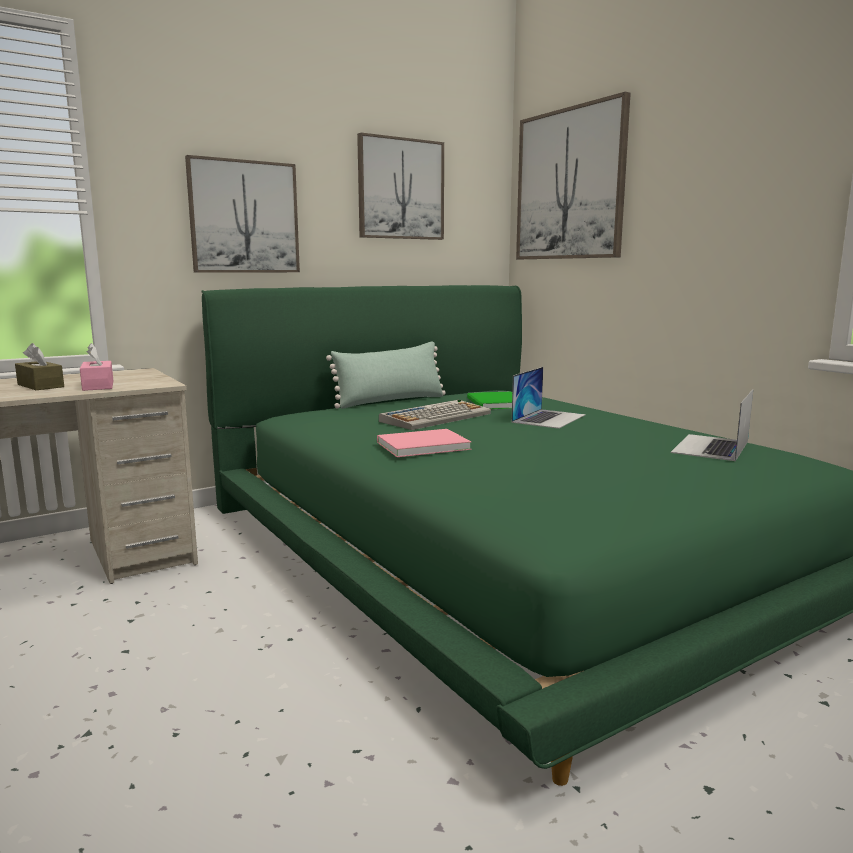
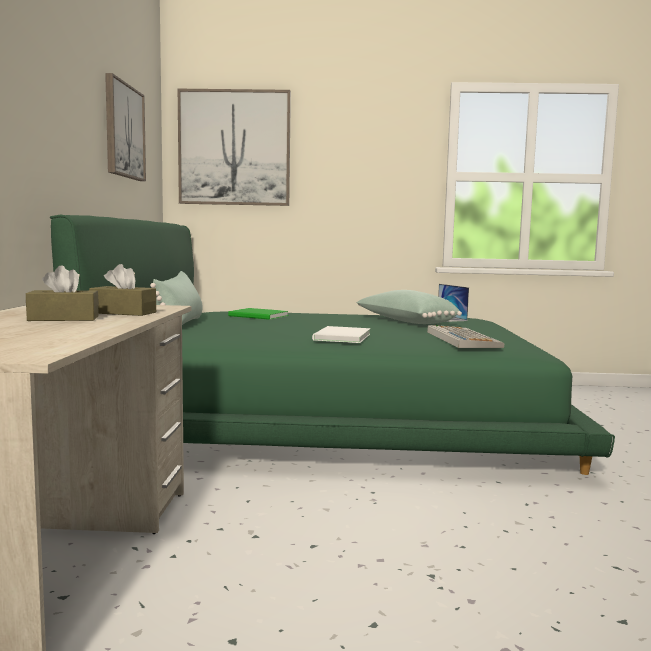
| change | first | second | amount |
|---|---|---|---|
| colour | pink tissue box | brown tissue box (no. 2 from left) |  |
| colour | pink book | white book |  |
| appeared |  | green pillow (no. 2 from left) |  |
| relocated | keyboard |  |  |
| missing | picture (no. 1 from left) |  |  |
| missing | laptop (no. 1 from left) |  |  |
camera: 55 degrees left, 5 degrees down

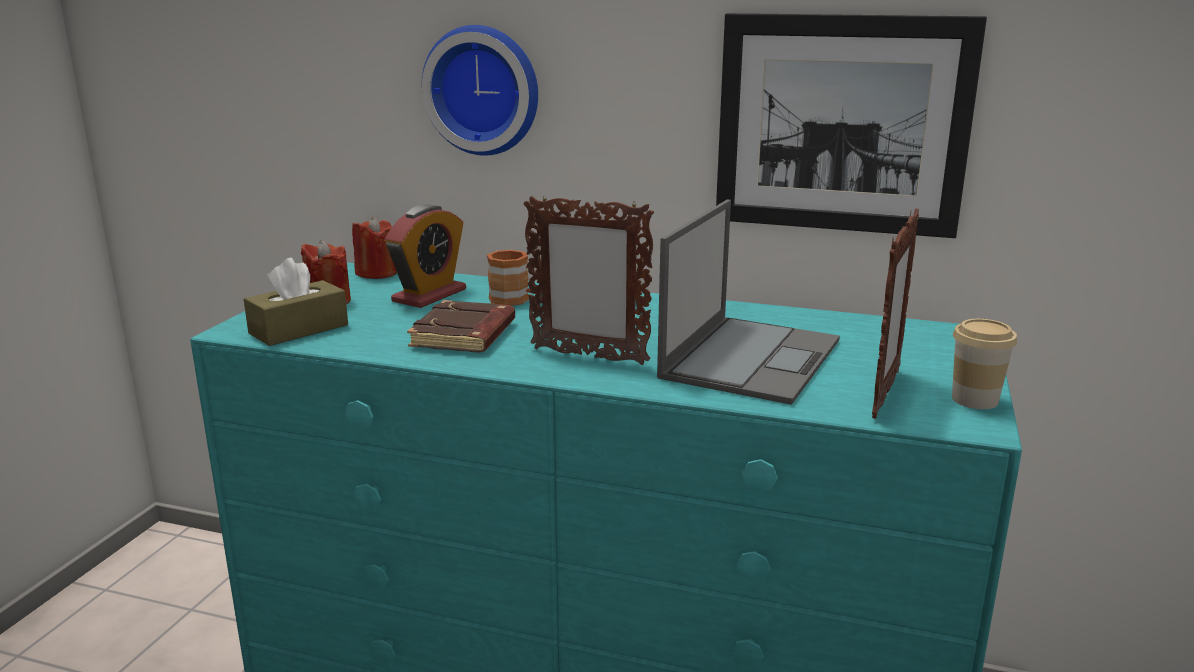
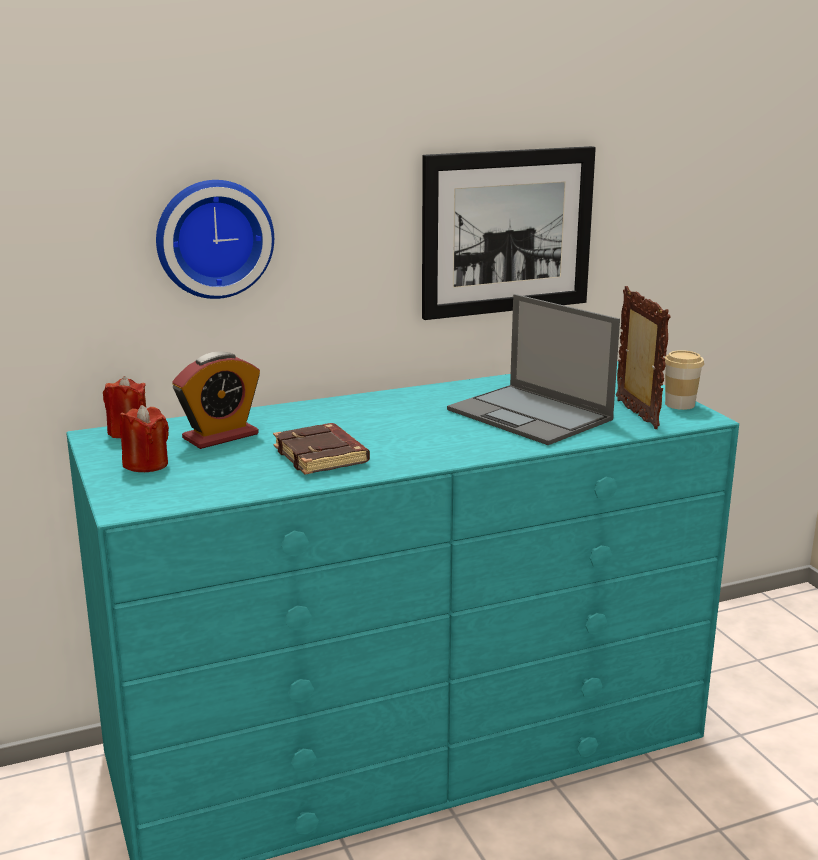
| change | first | second | amount |
|---|---|---|---|
| spun | alarm clock |  | 60 degrees clockwise |
| spun | laptop |  | 150 degrees clockwise |
| missing | brown tissue box |  |  |
| missing | brown mug |  |  |
| missing | picture frame (no. 1 from left) |  |  |
camera: 40 degrees left, 0 degrees up

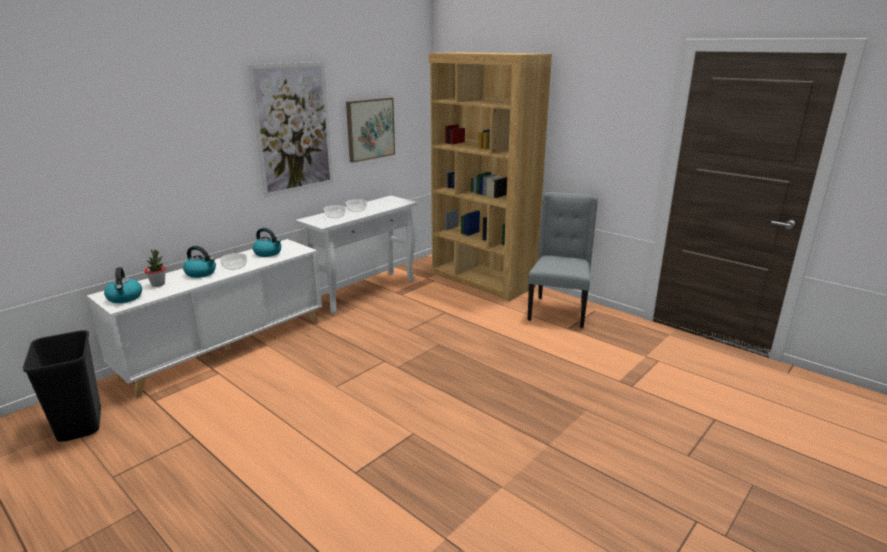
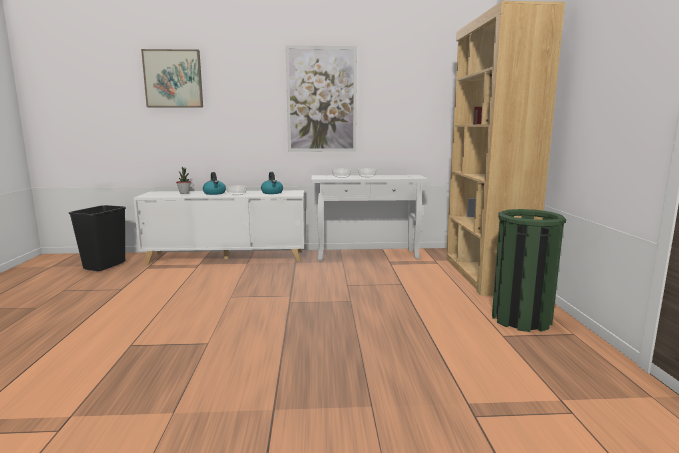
| change | first | second | amount |
|---|---|---|---|
| relocated | picture (no. 2 from left in the first image) | picture (no. 1 from left) |  |
| exchanged | grey chair | green trash can |  |
| missing | kettle (no. 1 from left) |  |  |
camera: 45 degrees right, 10 degrees down

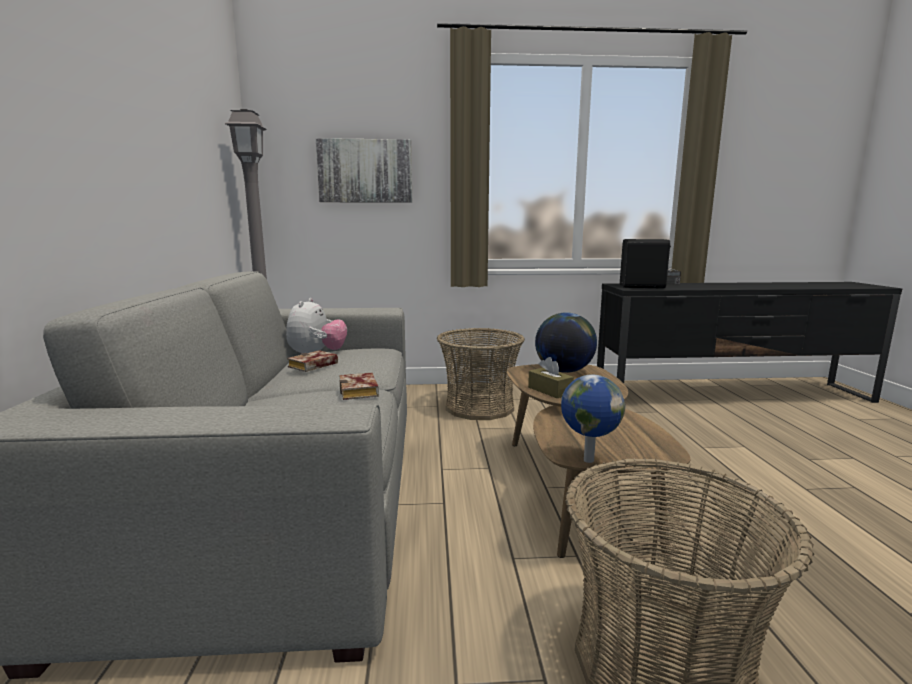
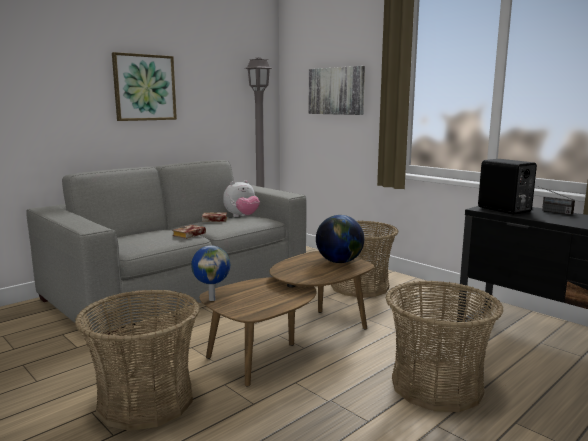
| change | first | second | amount |
|---|---|---|---|
| appeared |  | picture (no. 1 from left) |  |
| appeared |  | basket (no. 3 from left) |  |
| missing | brown tissue box |  |  |
camera: 50 degrees right, 0 degrees up

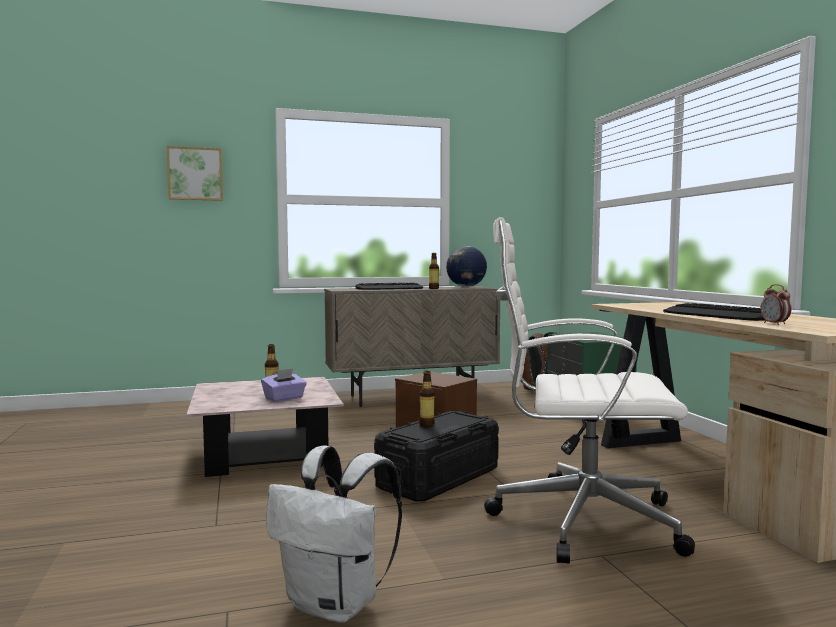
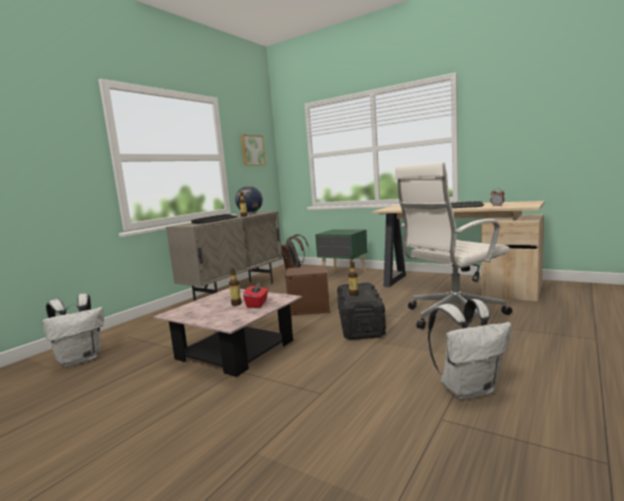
| change | first | second | amount |
|---|---|---|---|
| appeared |  | white backpack (no. 1 from left) |  |
| relocated | picture |  |  |
| colour | purple tissue box | red tissue box |  |
camera: 40 degrees left, 5 degrees up

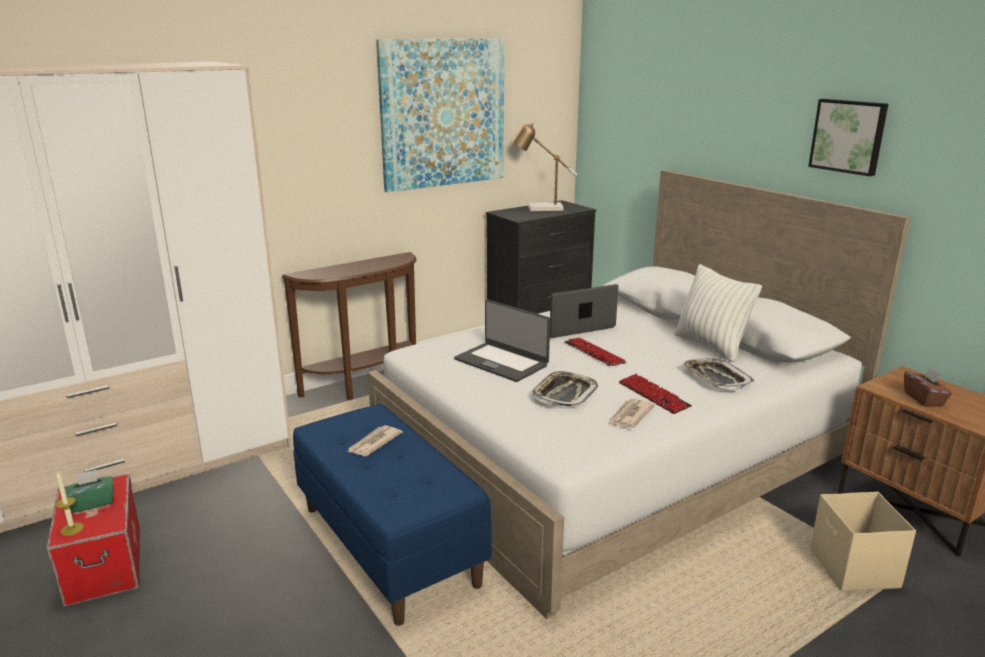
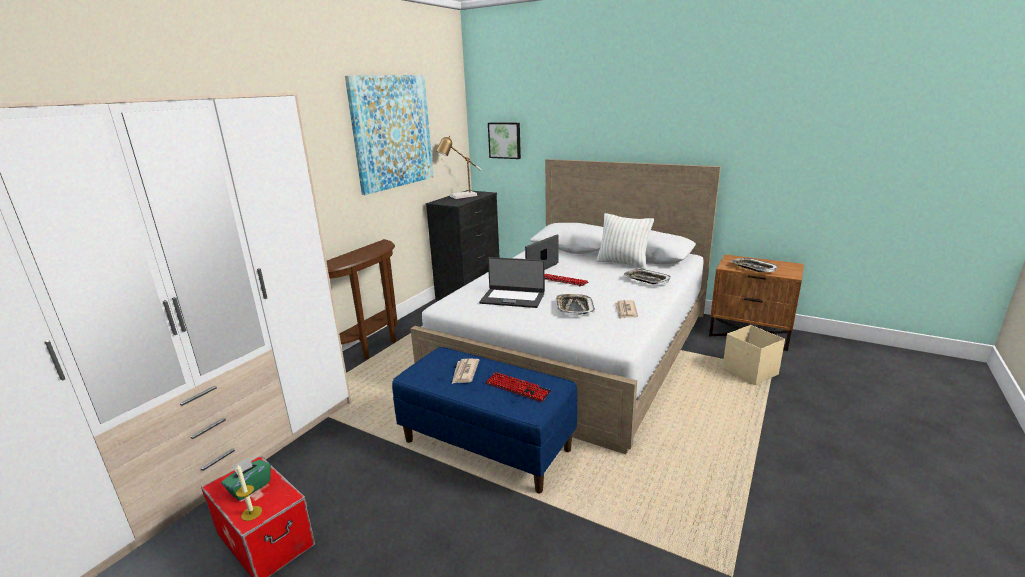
| change | first | second | amount |
|---|---|---|---|
| relocated | keyboard (no. 2 from left in the first image) | keyboard (no. 1 from left) |  |
| relocated | picture (no. 2 from left) |  |  |
| exchanged | brown tissue box | tray (no. 3 from left) |  |
camera: 25 degrees left, 0 degrees up

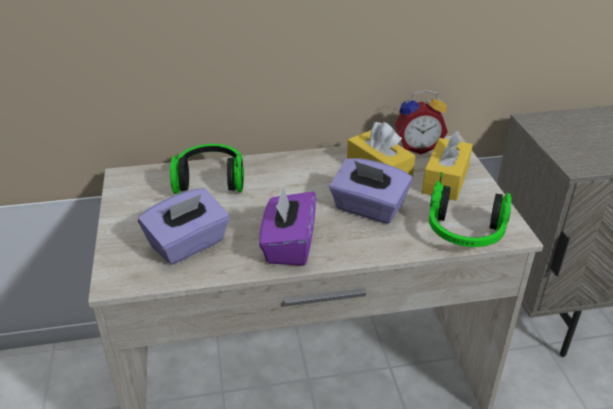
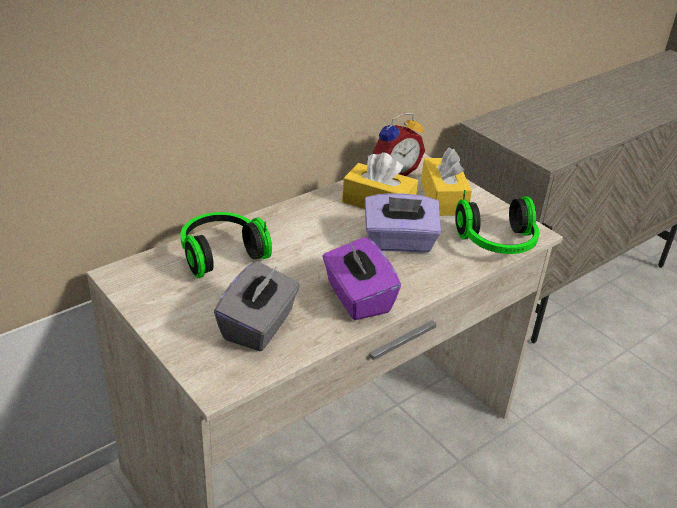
| change | first | second | amount |
|---|---|---|---|
| colour | purple tissue box (no. 1 from left) | grey tissue box |  |
camera: 30 degrees left, 0 degrees up

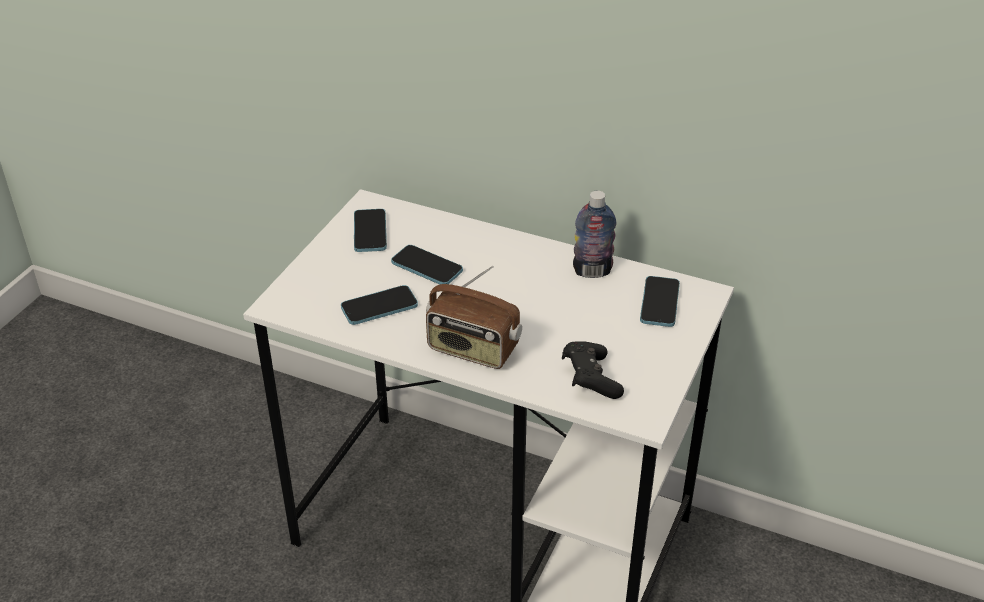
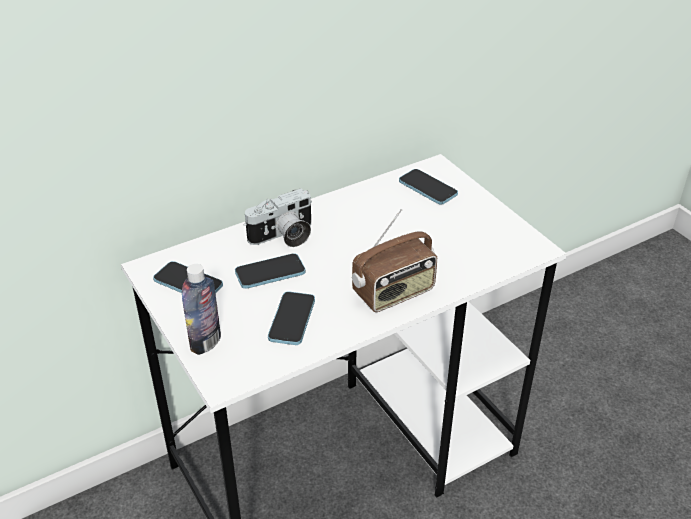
| change | first | second | amount |
|---|---|---|---|
| relocated | bottle |  |  |
| appeared |  | photo camera |  |
| missing | black game controller |  |  |
camera: 55 degrees left, 0 degrees up

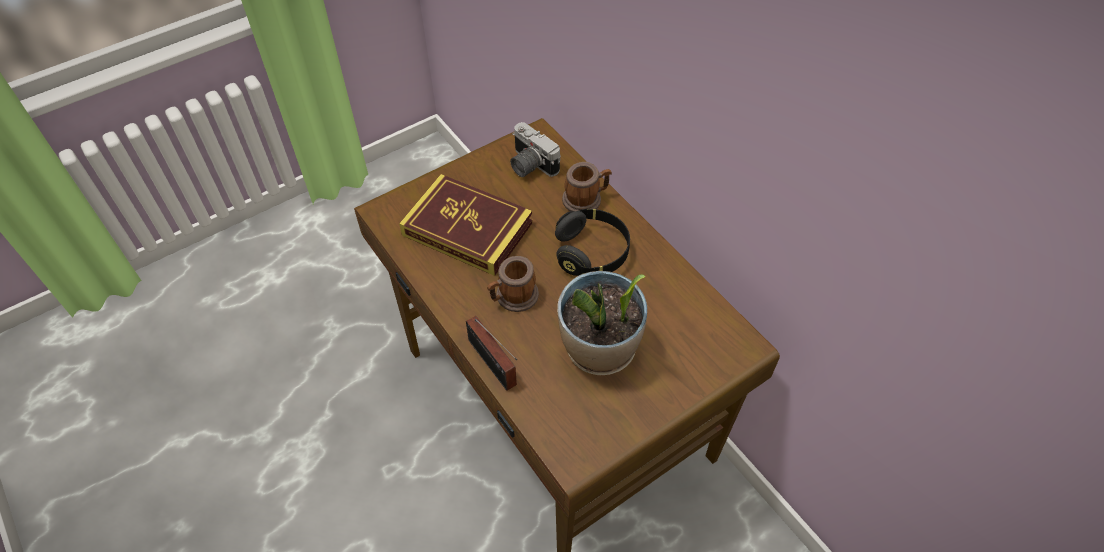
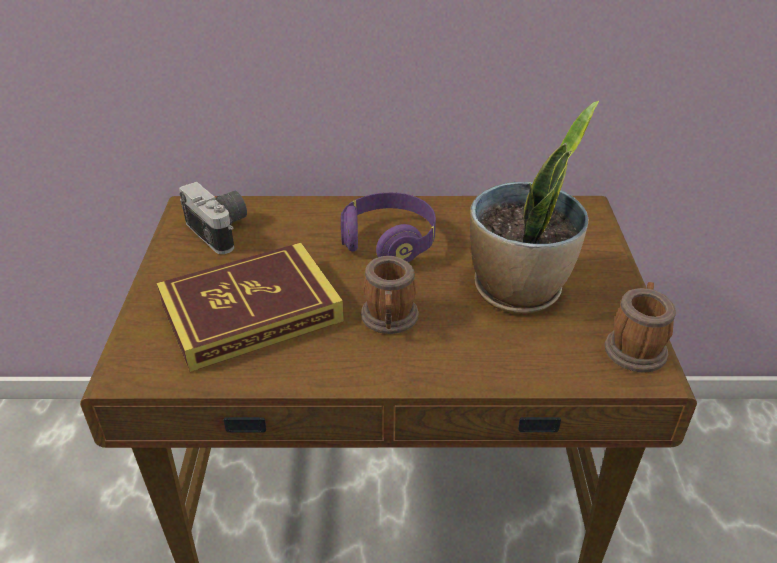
| change | first | second | amount |
|---|---|---|---|
| spun | photo camera |  | 120 degrees counterclockwise |
| colour | black headphones | purple headphones |  |
| relocated | mug (no. 2 from left) |  |  |
| missing | radio |  |  |
camera: 55 degrees left, 15 degrees down

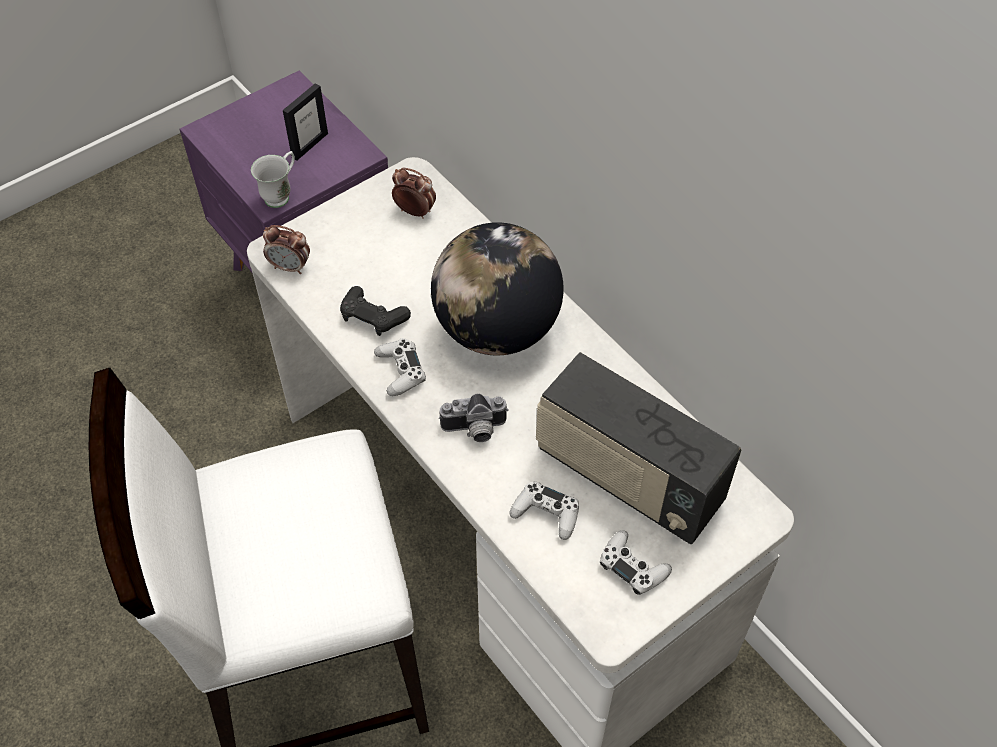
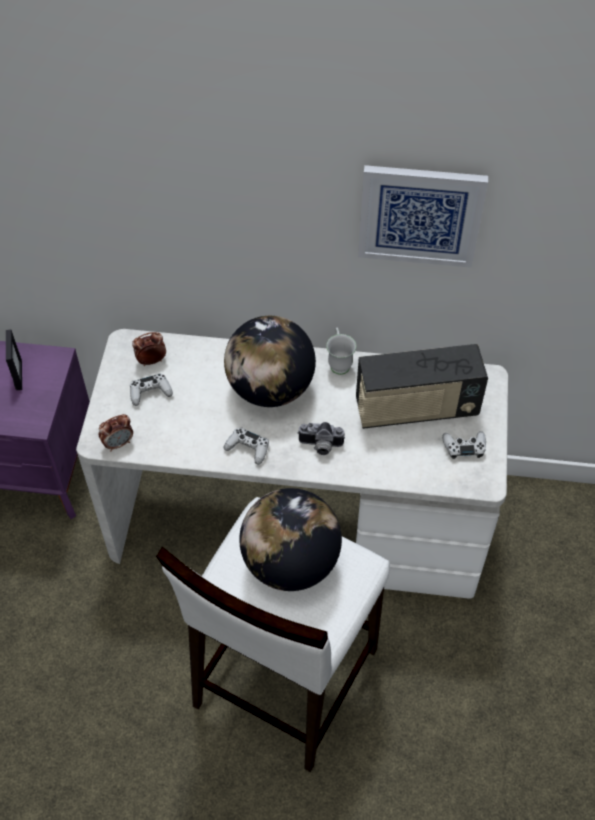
| change | first | second | amount |
|---|---|---|---|
| relocated | white game controller (no. 2 from left in the first image) | white game controller (no. 1 from left) |  |
| appeared |  | globe (no. 2 from left) |  |
| spun | photo camera |  | 60 degrees clockwise |
| relocated | white mug |  |  |
| appeared |  | picture |  |
| missing | black game controller |  |  |
camera: 45 degrees left, 0 degrees up

